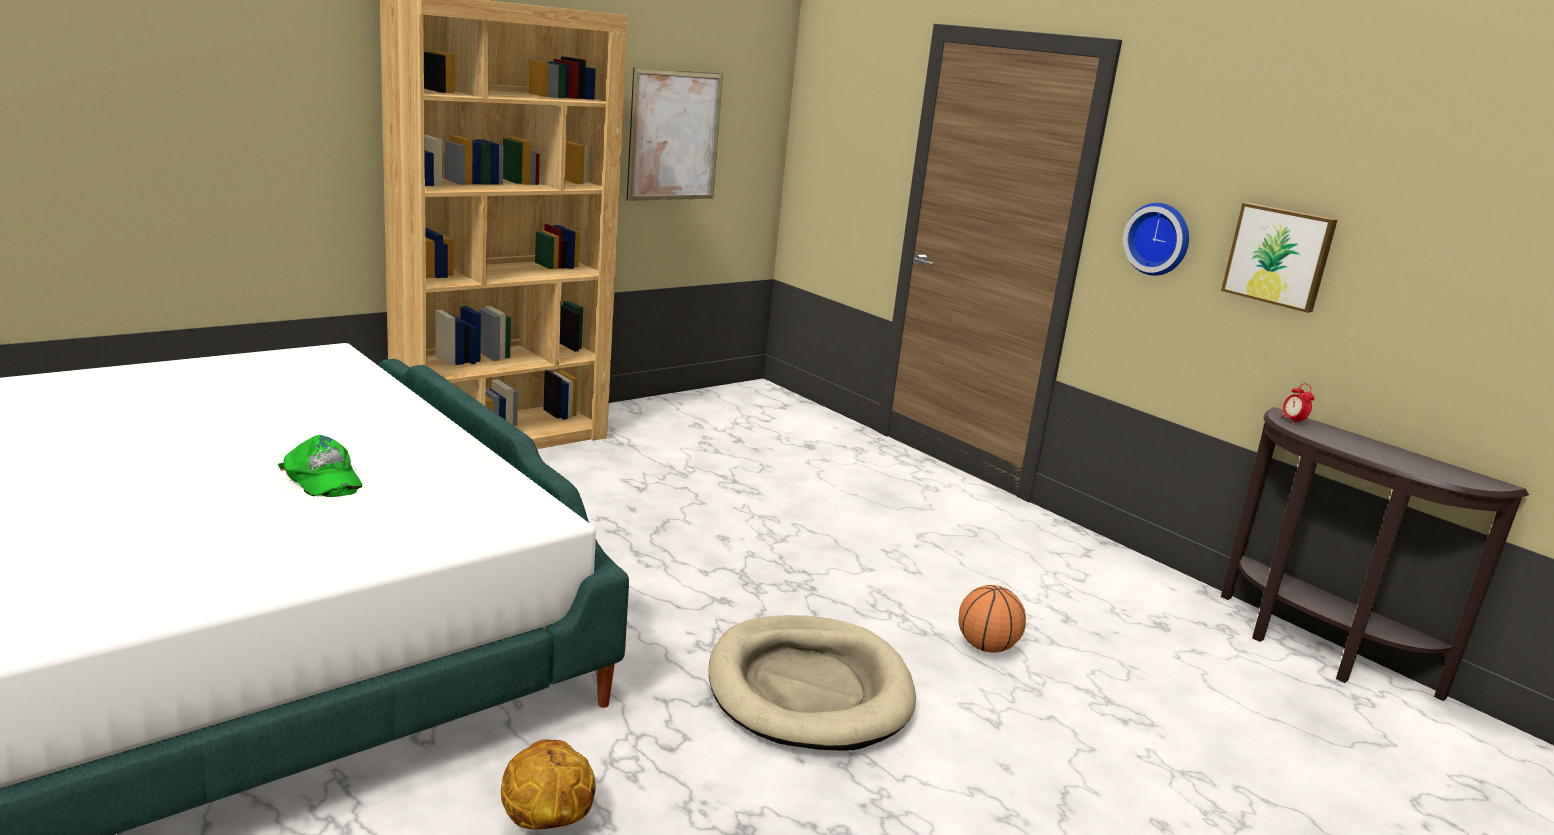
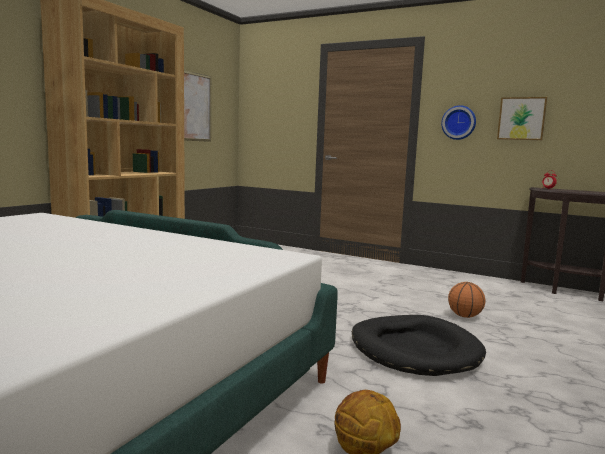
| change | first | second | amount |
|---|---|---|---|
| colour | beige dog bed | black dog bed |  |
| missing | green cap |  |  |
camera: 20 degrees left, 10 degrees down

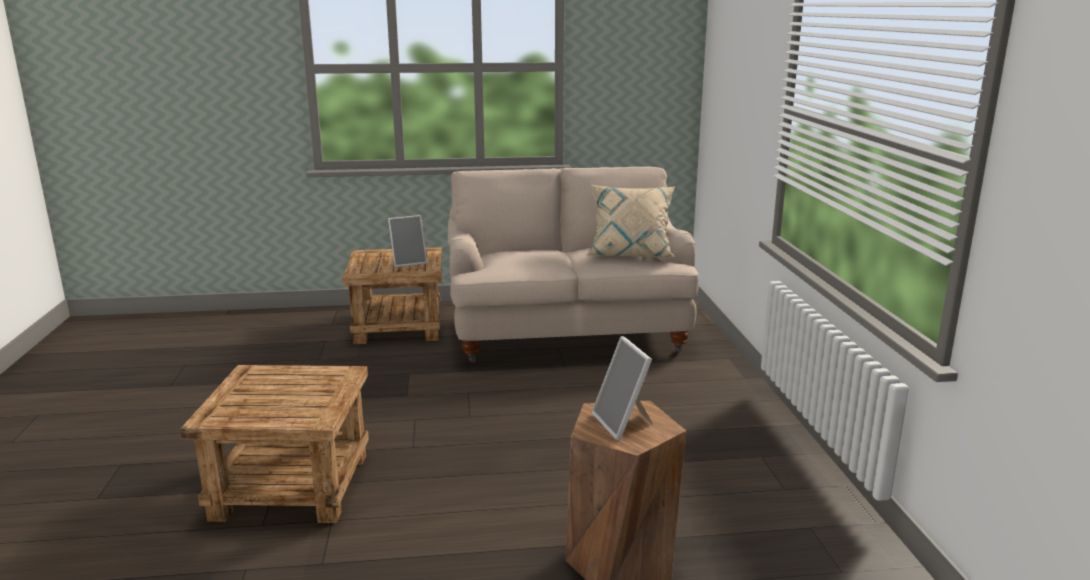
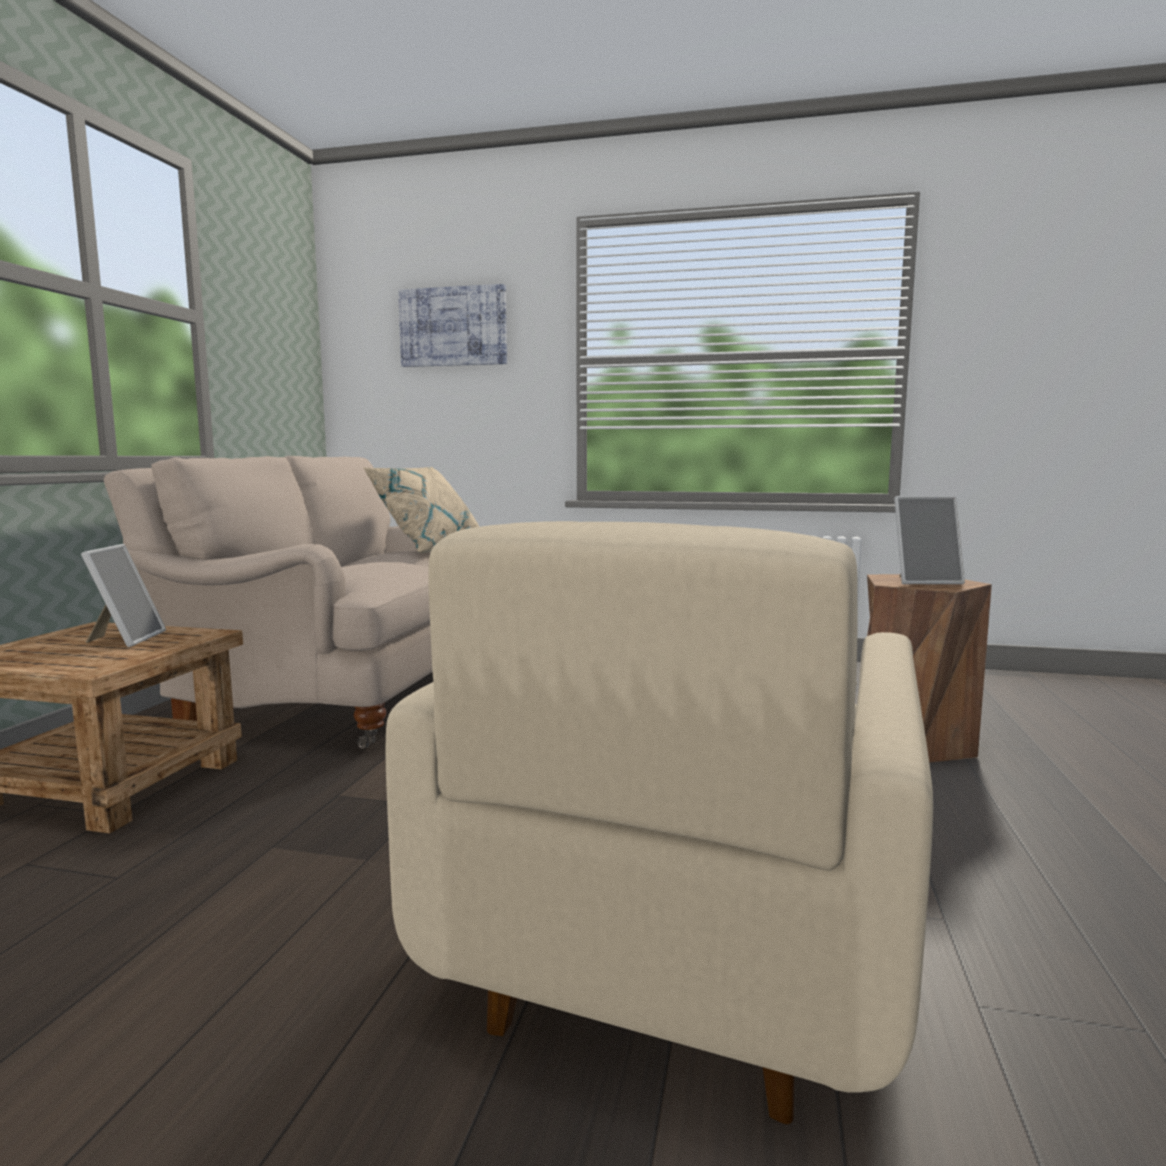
| change | first | second | amount |
|---|---|---|---|
| exchanged | brown side table (no. 1 from left) | beige armchair |  |
| appeared |  | picture |  |
camera: 70 degrees left, 10 degrees down

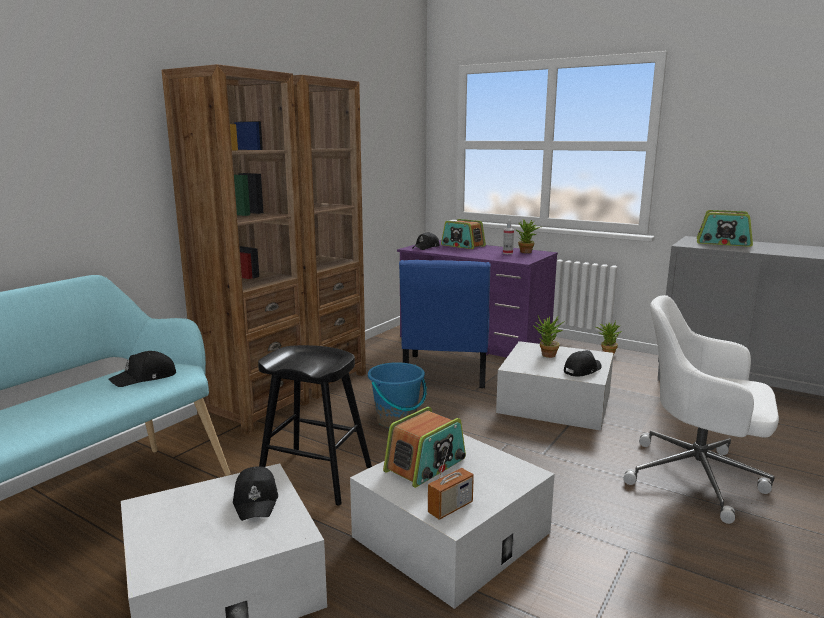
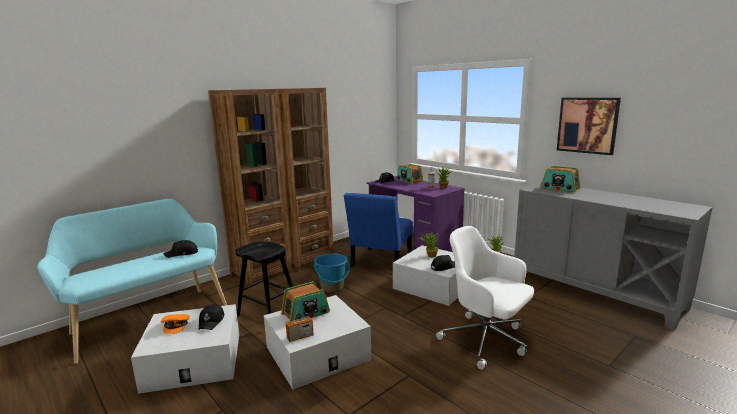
| change | first | second | amount |
|---|---|---|---|
| appeared |  | orange cap |  |
| appeared |  | picture |  |
camera: 15 degrees right, 0 degrees up

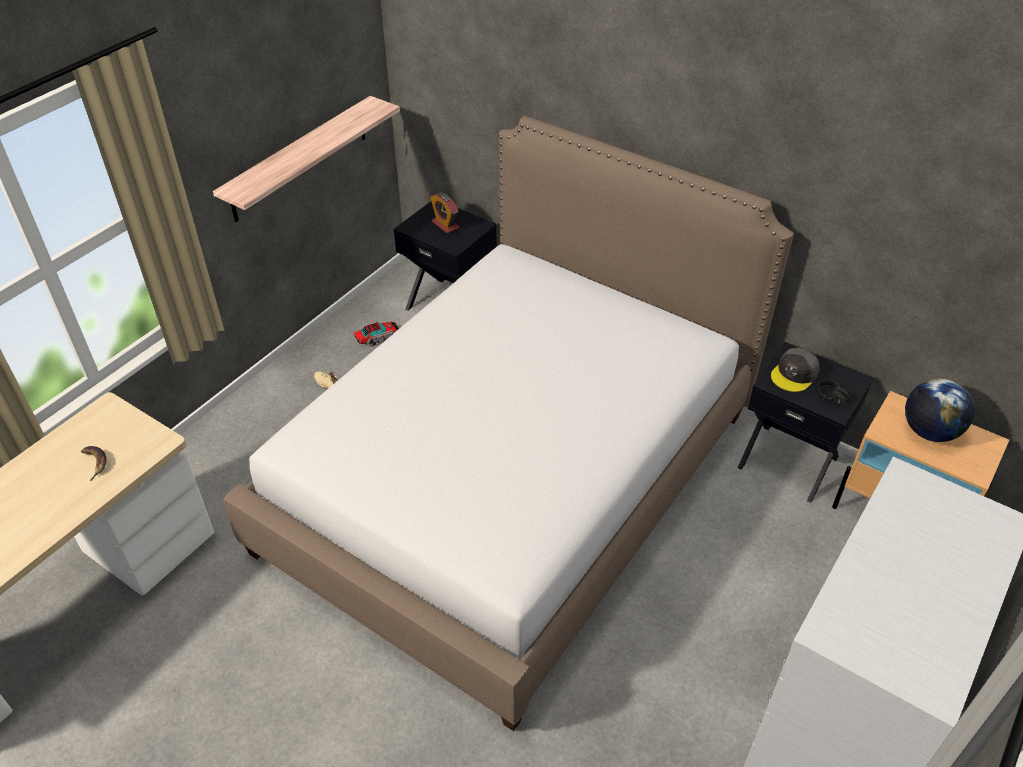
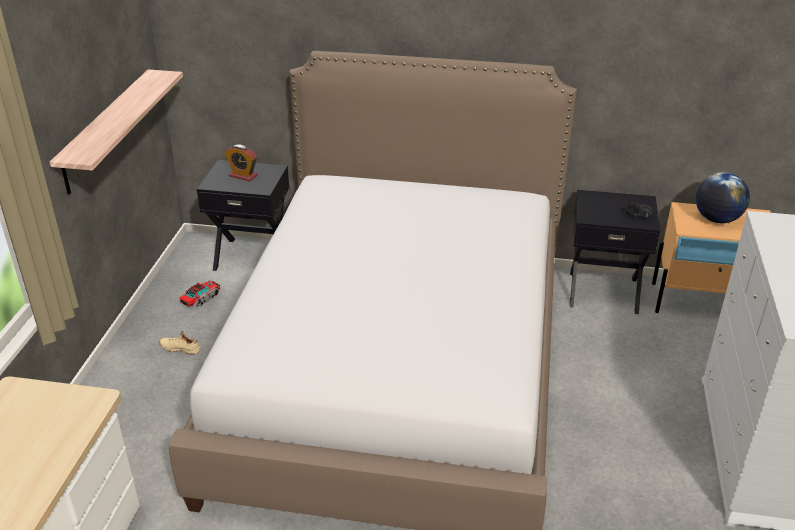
| change | first | second | amount |
|---|---|---|---|
| missing | banana |  |  |
| missing | grey cap |  |  |
camera: 25 degrees left, 10 degrees down

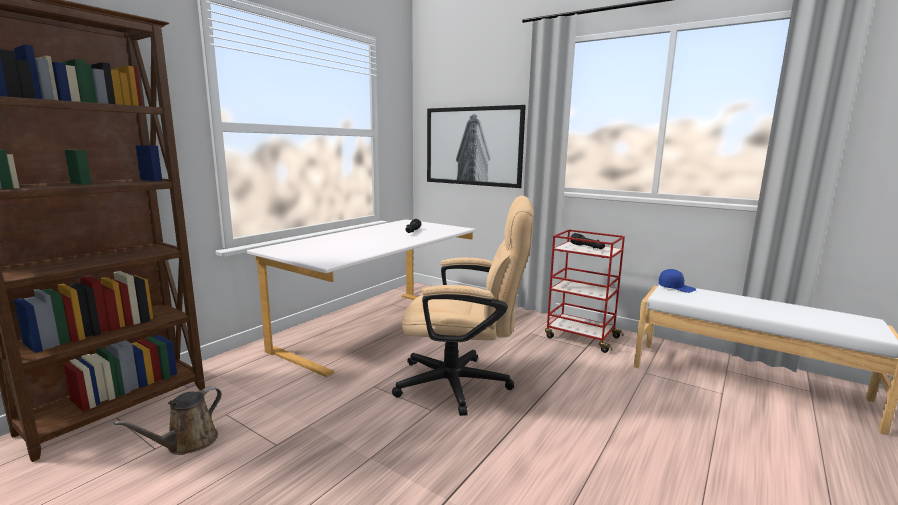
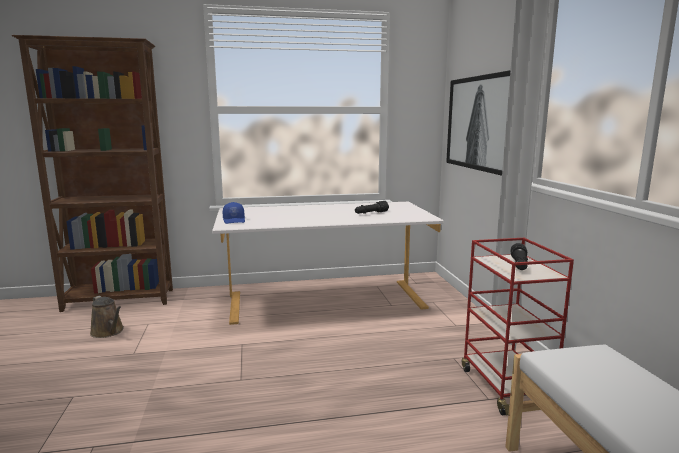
| change | first | second | amount |
|---|---|---|---|
| spun | brown watering can |  | 120 degrees counterclockwise |
| relocated | blue cap |  |  |
| missing | beige office chair |  |  |
camera: 45 degrees right, 0 degrees up

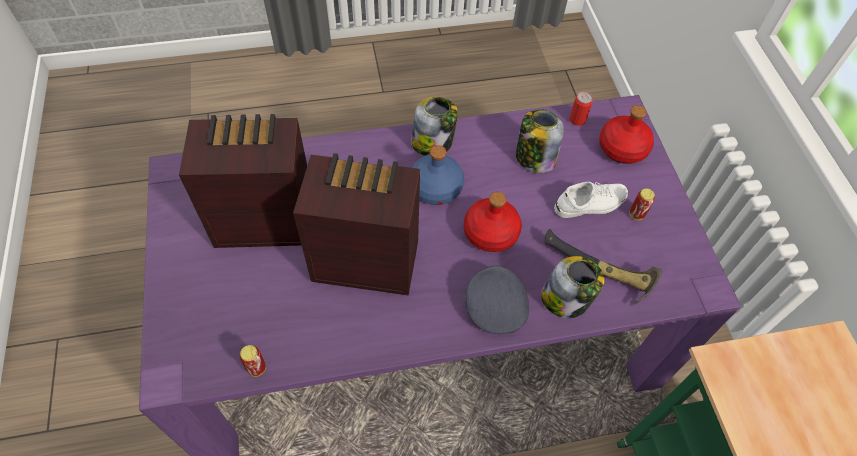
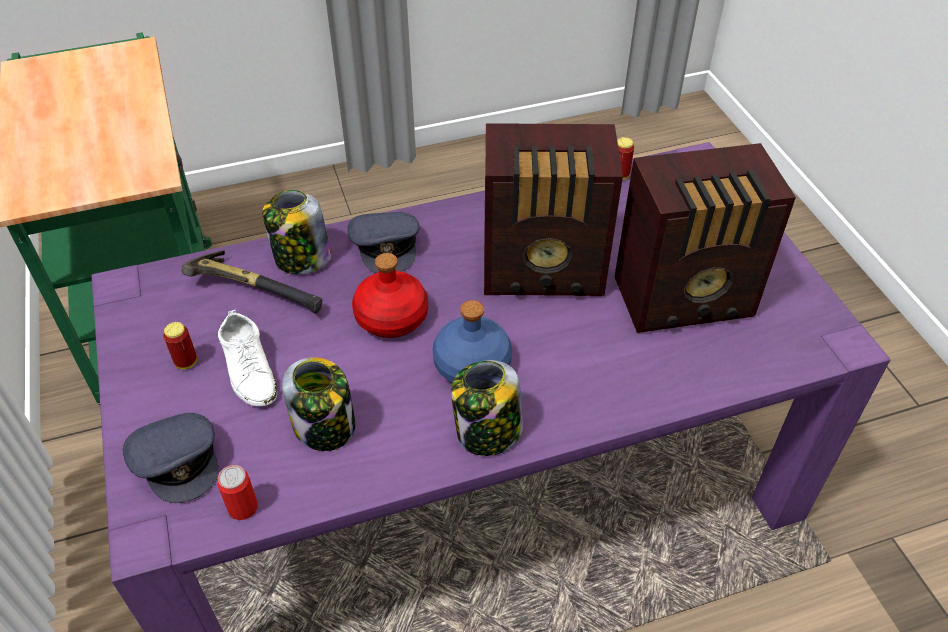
| change | first | second | amount |
|---|---|---|---|
| exchanged | red bottle (no. 2 from left) | grey cap (no. 1 from left) |  |
| spun | white shoe |  | 90 degrees counterclockwise |
camera: 175 degrees right, 10 degrees down

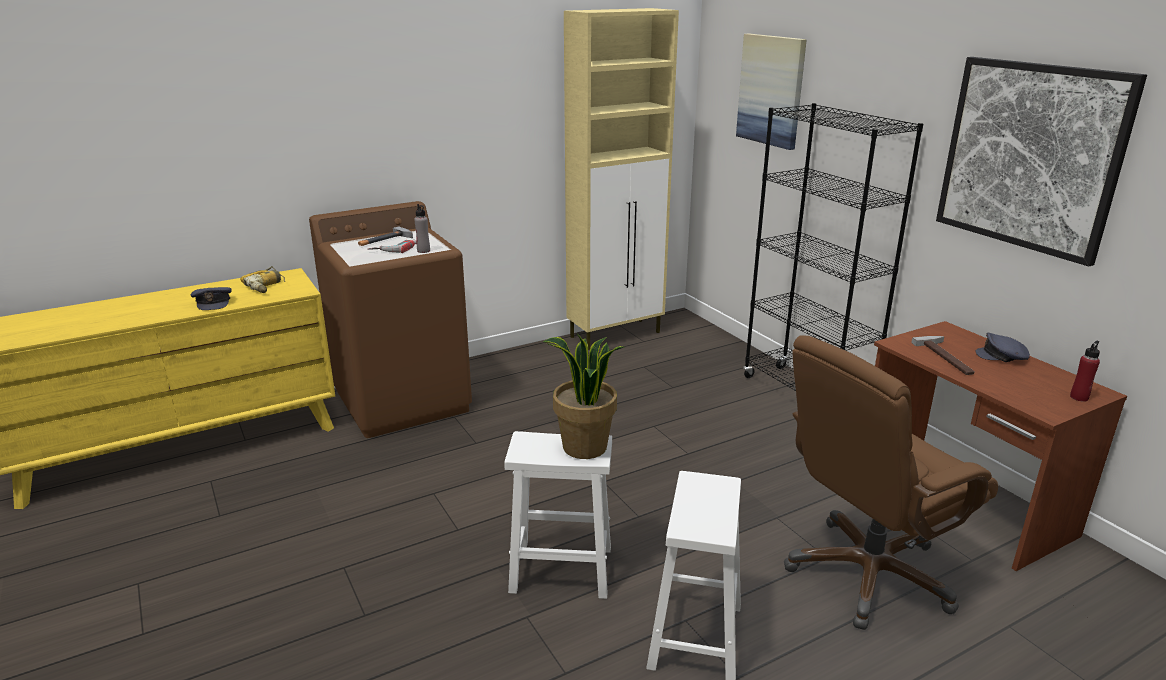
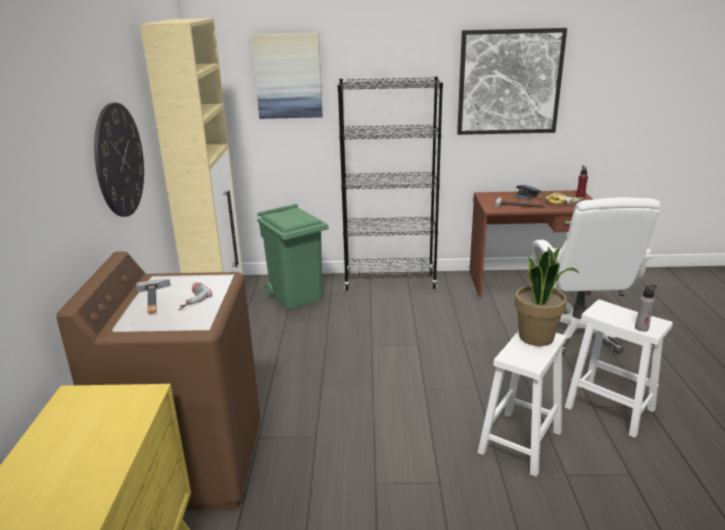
| change | first | second | amount |
|---|---|---|---|
| appeared |  | wall clock |  |
| appeared |  | green trash can |  |
| colour | brown office chair | white office chair |  |
| relocated | power drill (no. 1 from left in the first image) | power drill (no. 2 from left) |  |
| relocated | grey bottle |  |  |
| missing | grey cap (no. 1 from left) |  |  |
camera: 60 degrees left, 0 degrees up

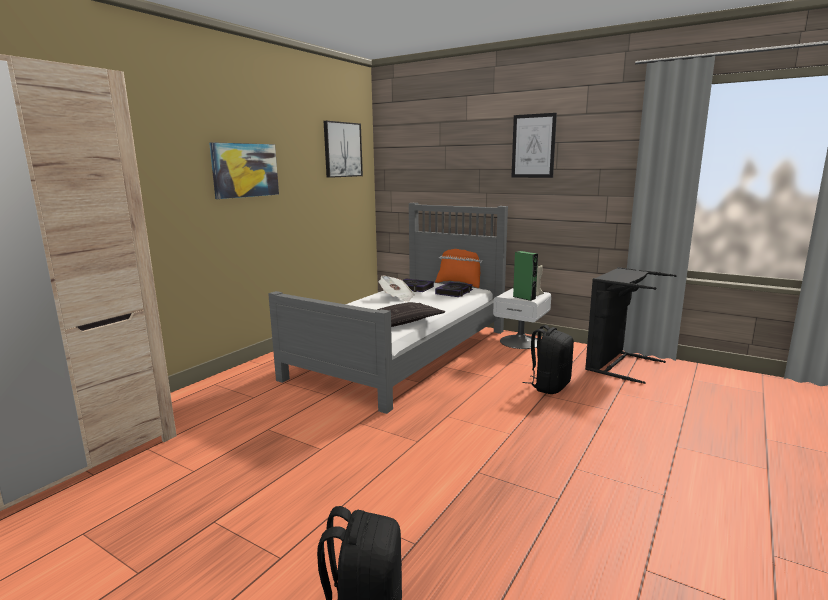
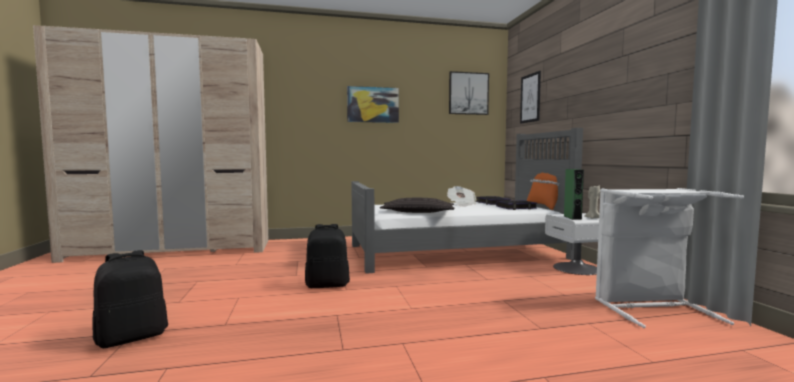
| change | first | second | amount |
|---|---|---|---|
| relocated | black backpack (no. 2 from left) |  |  |
| relocated | picture (no. 3 from left) |  |  |
| colour | black laundry basket | white laundry basket |  |
camera: 45 degrees right, 10 degrees down

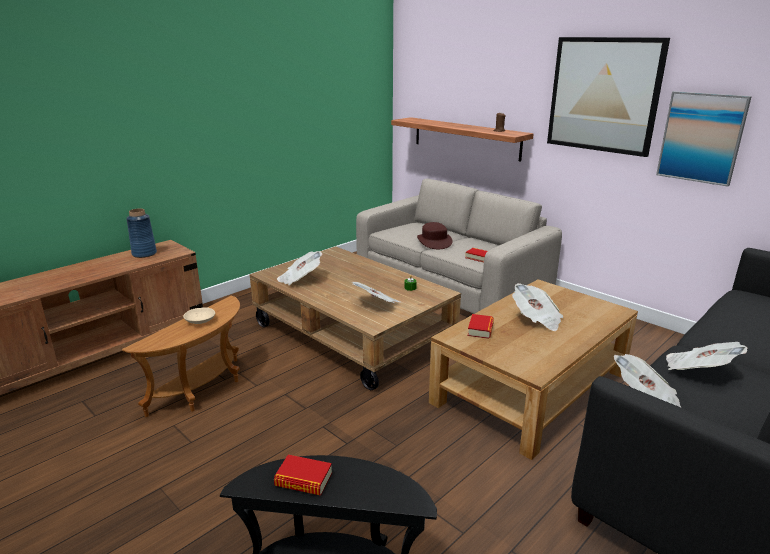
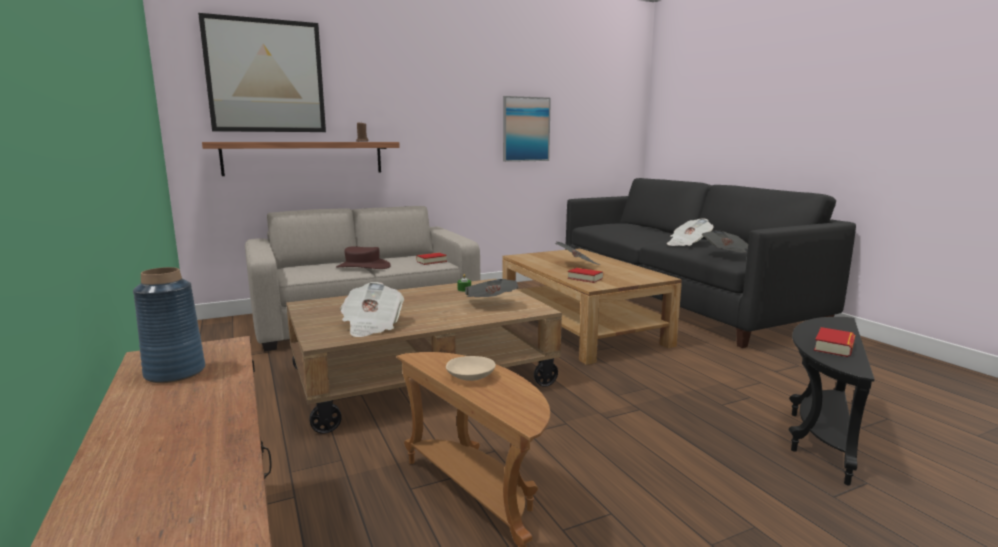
| change | first | second | amount |
|---|---|---|---|
| relocated | picture (no. 1 from left) |  |  |
camera: 70 degrees left, 10 degrees down

